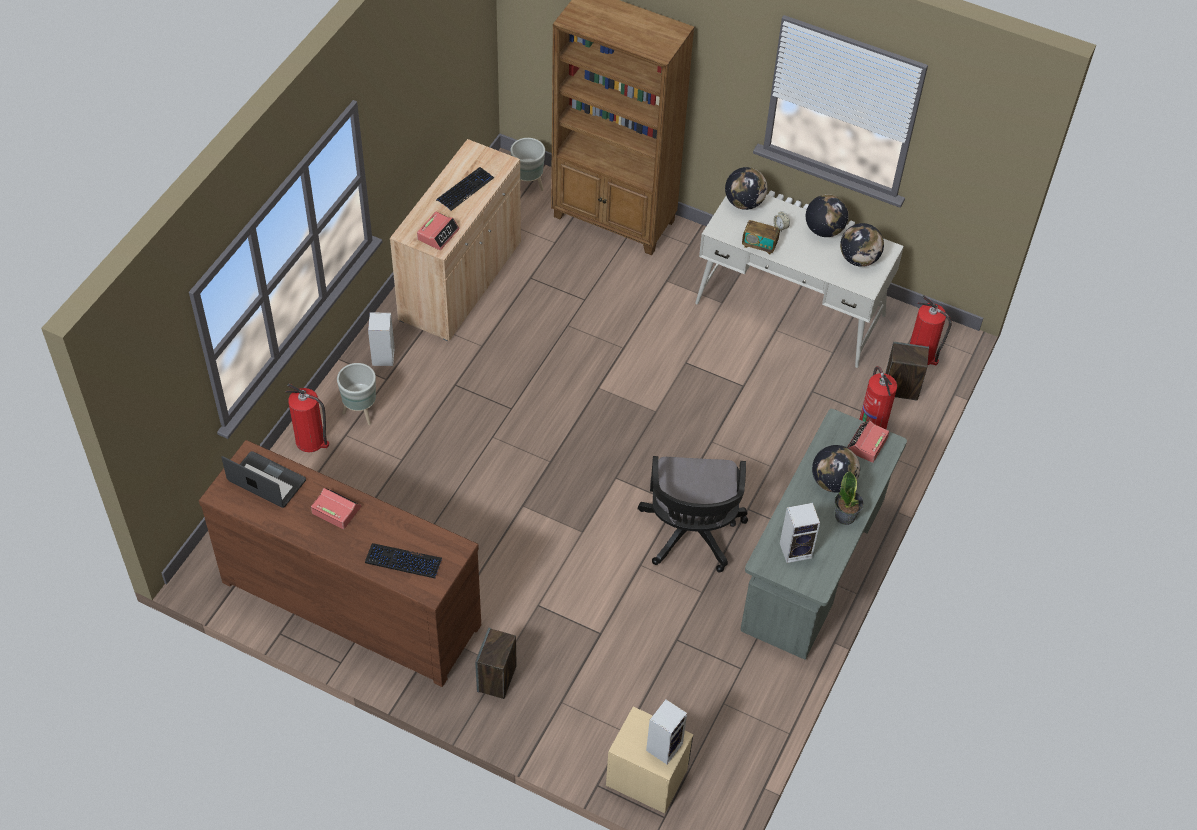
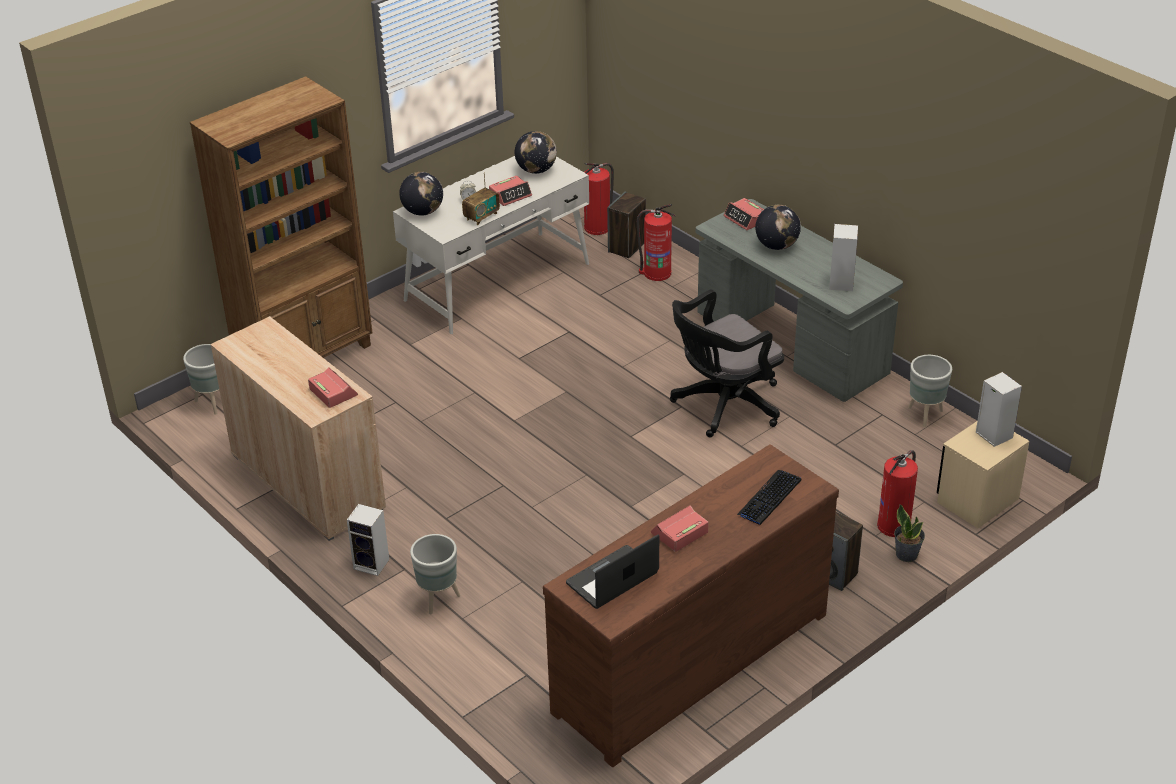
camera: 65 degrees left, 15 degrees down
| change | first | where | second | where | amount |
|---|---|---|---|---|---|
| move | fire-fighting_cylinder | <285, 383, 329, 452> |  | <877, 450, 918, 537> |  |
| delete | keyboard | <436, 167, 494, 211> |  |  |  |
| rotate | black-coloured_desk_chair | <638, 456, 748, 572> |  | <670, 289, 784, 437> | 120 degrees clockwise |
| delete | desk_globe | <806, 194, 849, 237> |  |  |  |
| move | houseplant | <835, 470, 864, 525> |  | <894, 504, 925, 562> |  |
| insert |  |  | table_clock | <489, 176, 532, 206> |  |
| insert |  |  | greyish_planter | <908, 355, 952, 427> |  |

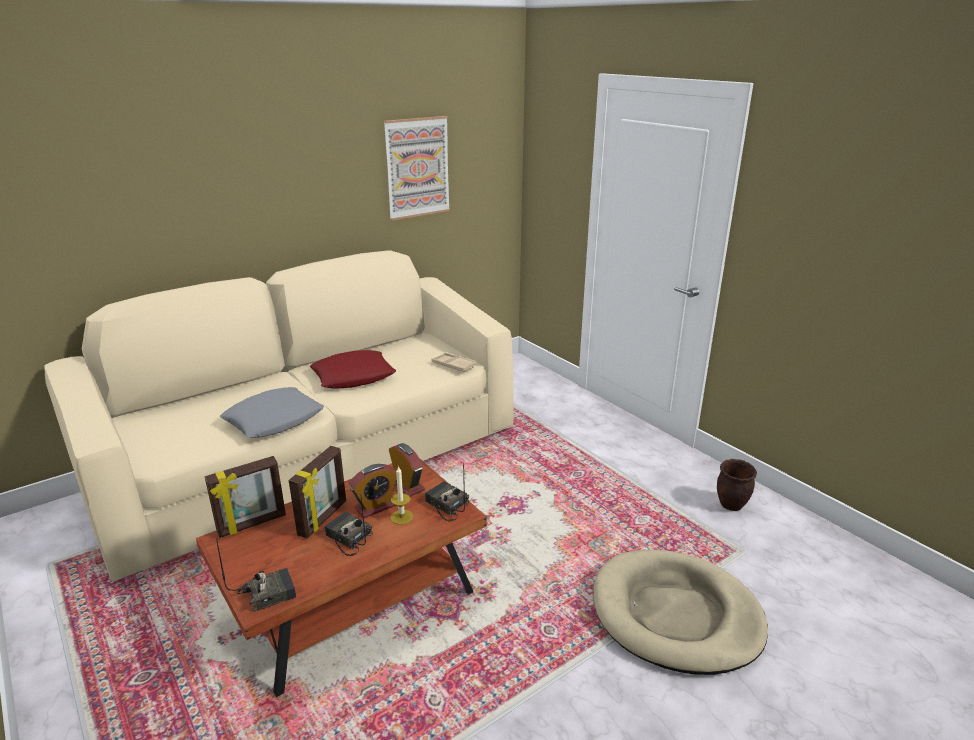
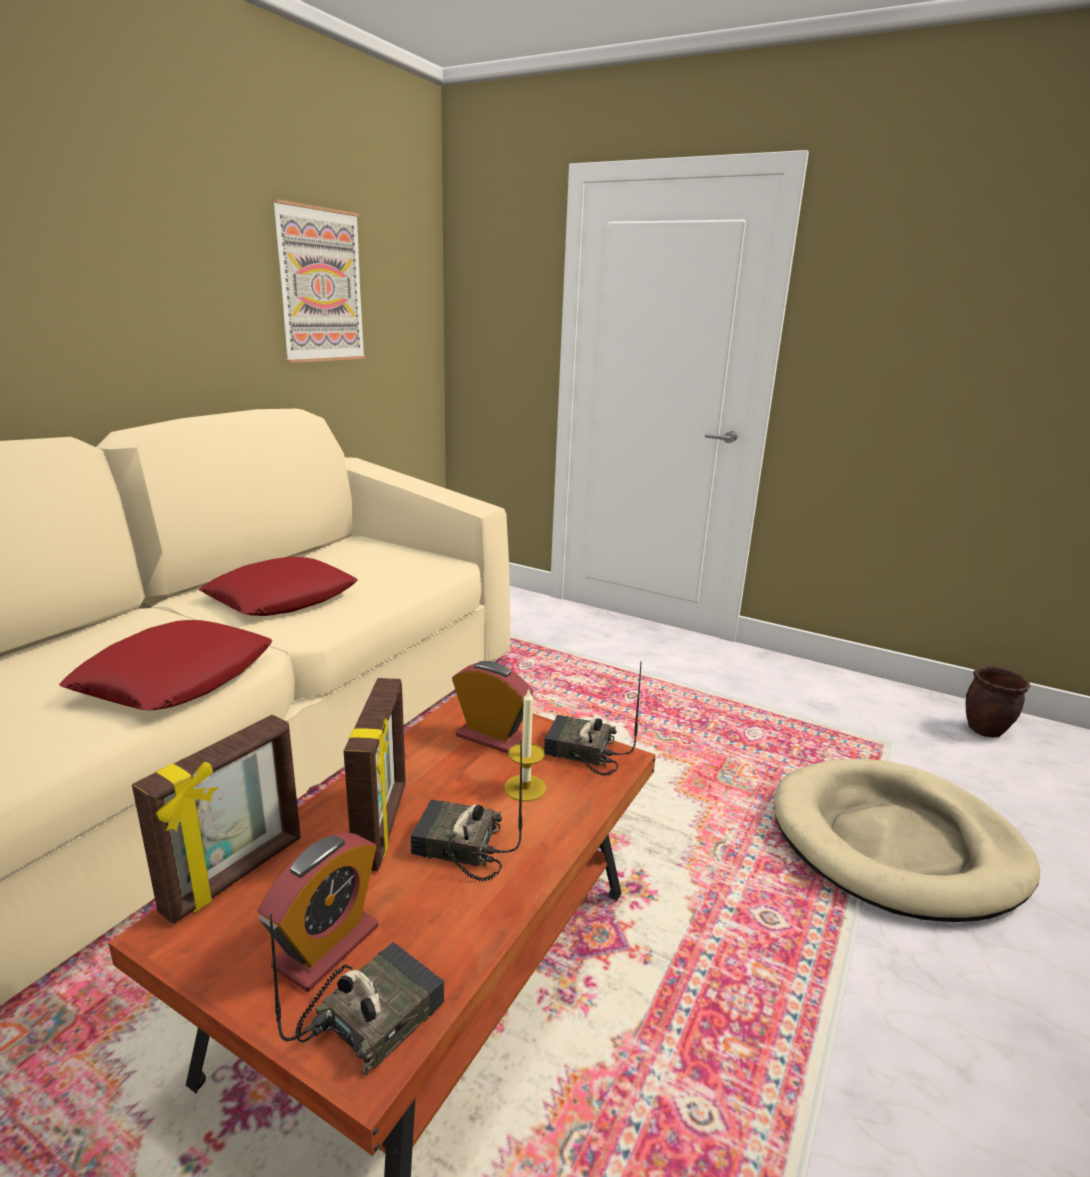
camera: 25 degrees left, 5 degrees down
| change | first | where | second | where | amount |
|---|---|---|---|---|---|
| recolor | greyish_throw_pillow | <220, 387, 324, 438> | red_throw_pillow | <59, 620, 273, 710> |  |
| move | table_clock | <348, 464, 397, 518> |  | <257, 833, 378, 992> |  |
| delete | sand-coloured_carrying_tray | <431, 353, 477, 372> |  |  |  |
| move | brown-coloured_planter | <717, 459, 757, 511> |  | <966, 666, 1030, 737> |  |

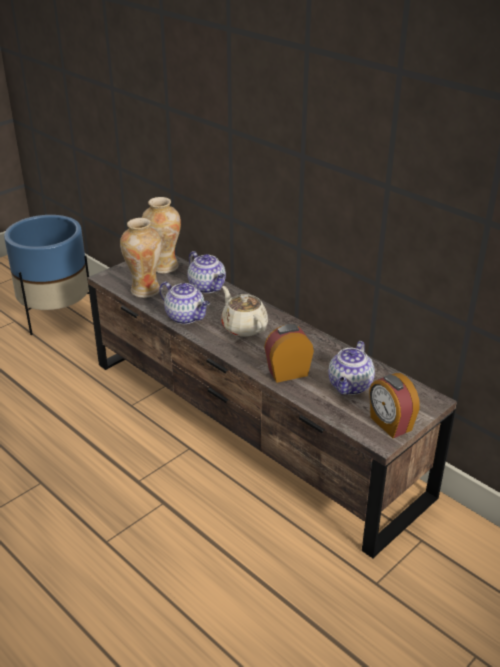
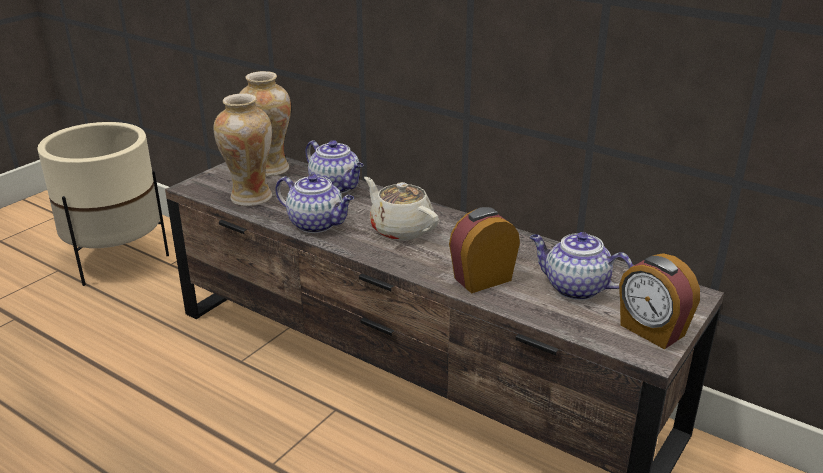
camera: 10 degrees left, 5 degrees down
| change | first | where | second | where | amount |
|---|---|---|---|---|---|
| recolor | blue_planter | <4, 215, 92, 336> | sand-coloured_planter | <37, 122, 169, 286> |  |
| rotate | pot_for_tea | <328, 341, 375, 395> |  | <530, 232, 633, 300> | 105 degrees clockwise |

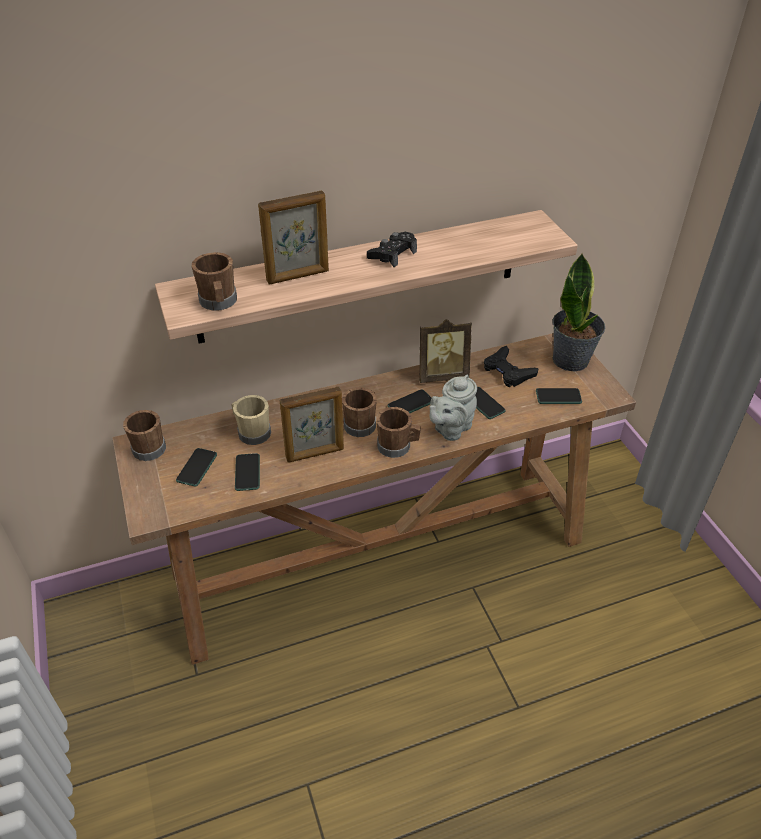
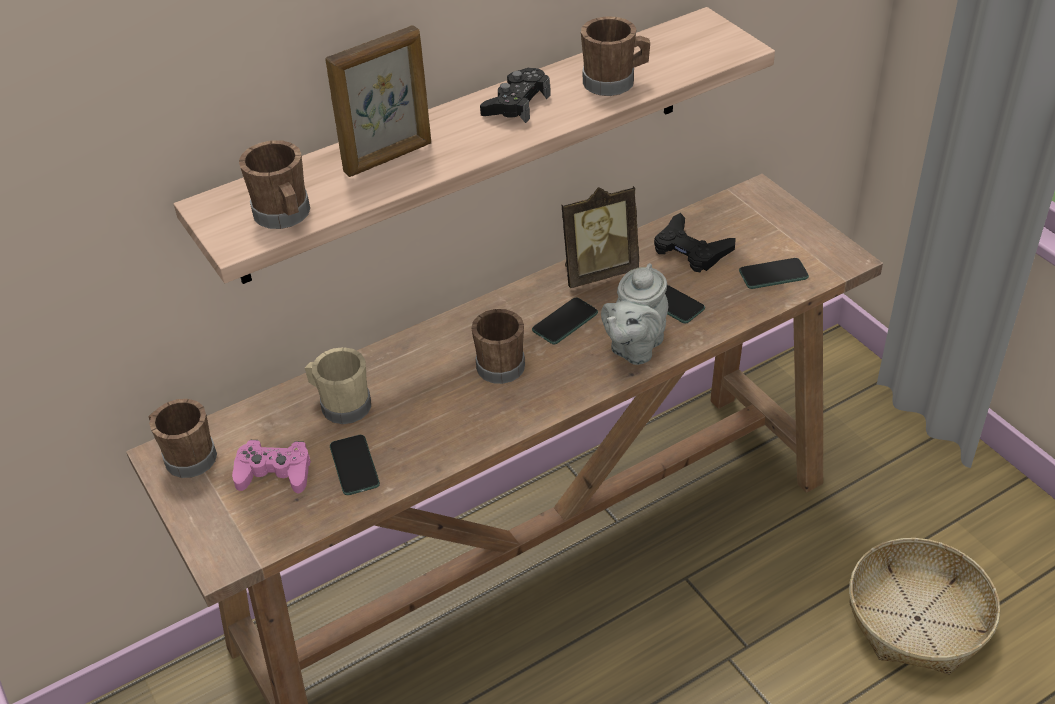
camera: 10 degrees left, 0 degrees up
| change | first | where | second | where | amount |
|---|---|---|---|---|---|
| replace | handset | <176, 448, 217, 486> | pink_joypad | <232, 440, 311, 493> |  |
| delete | standing_frame | <280, 387, 344, 463> |  |  |  |
| move | brown-coloured_coffee_mug | <376, 407, 421, 458> |  | <581, 16, 650, 96> |  |
| delete | houseplant | <552, 254, 605, 371> |  |  |  |
| insert |  |  | household_basket | <849, 538, 1000, 674> |  |

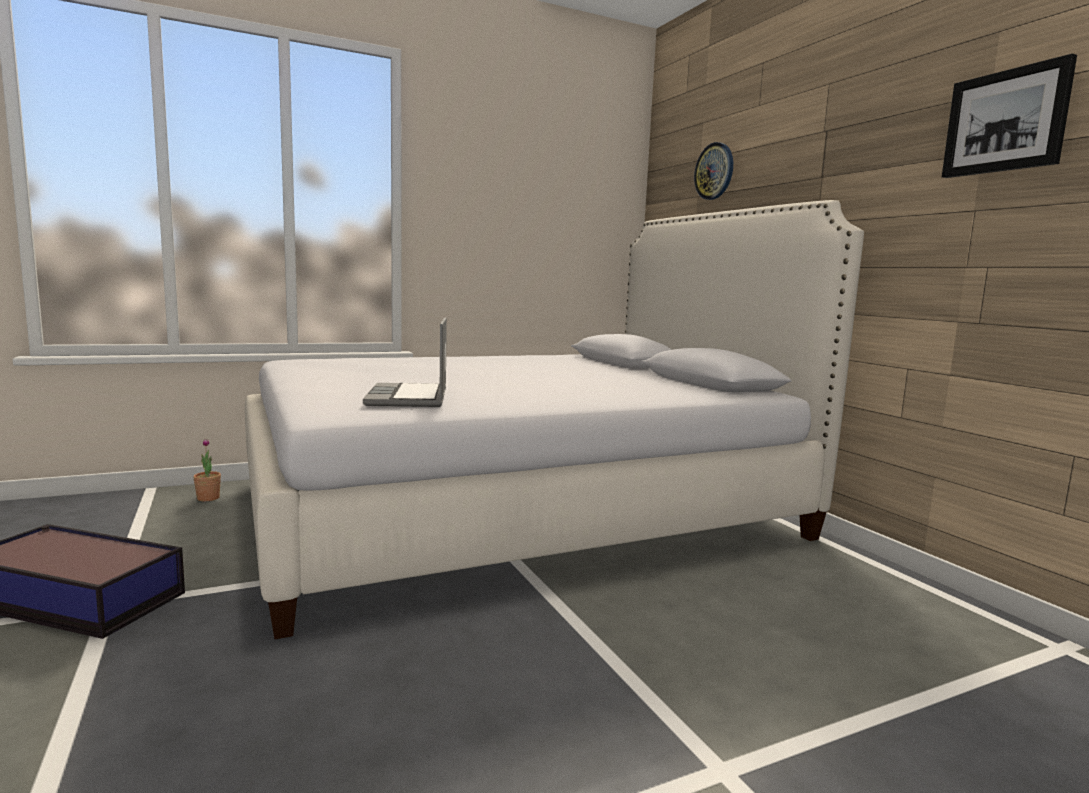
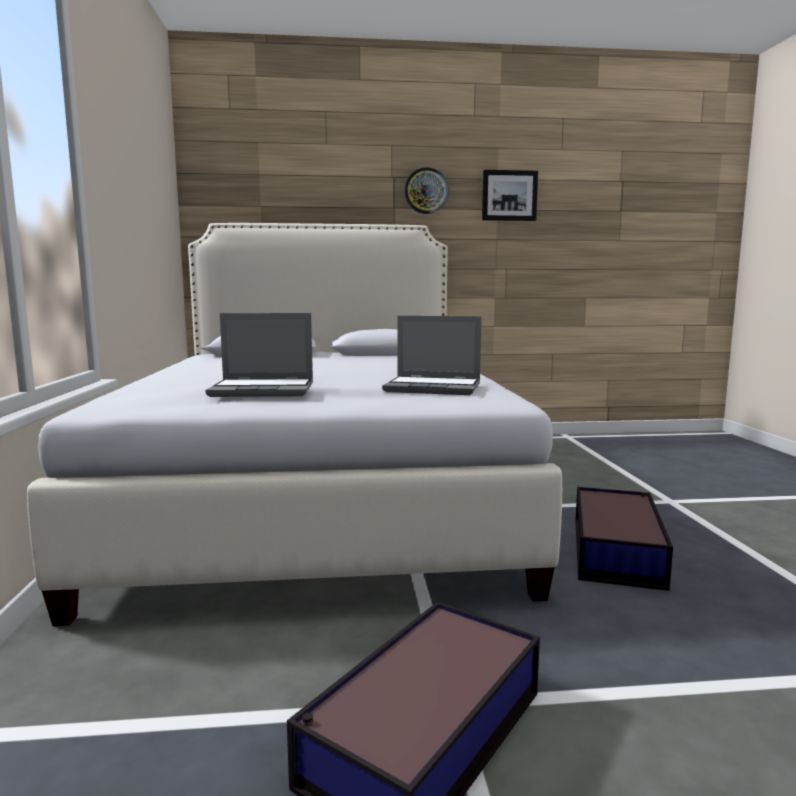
camera: 70 degrees left, 0 degrees up
| change | first | where | second | where | amount |
|---|---|---|---|---|---|
| delete | houseplant | <193, 439, 221, 501> |  |  |  |
| move | wall_clock | <694, 142, 733, 200> |  | <404, 167, 449, 214> |  |
| insert |  |  | notebook_computer | <206, 313, 313, 397> |  |
| insert |  |  | storage_bin | <575, 487, 673, 591> |  |

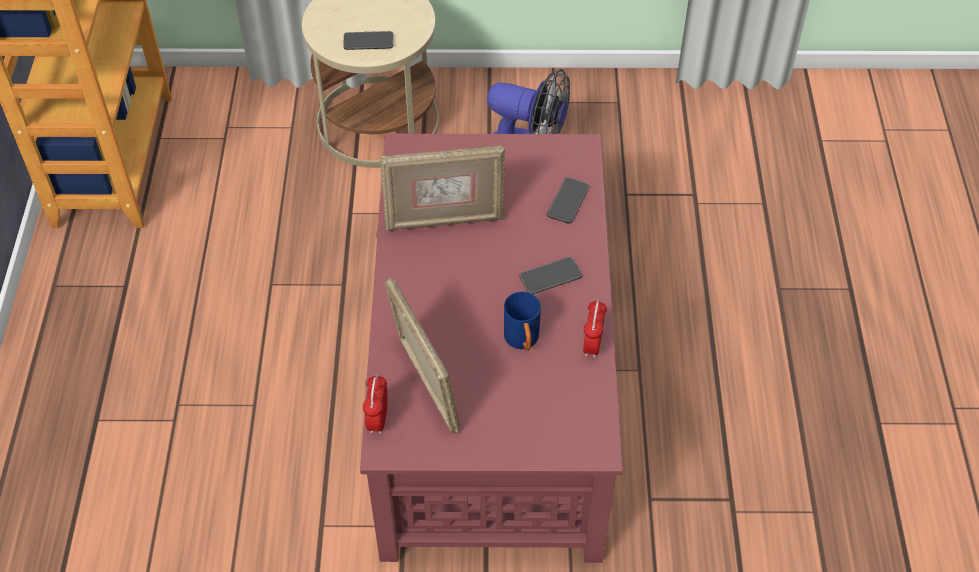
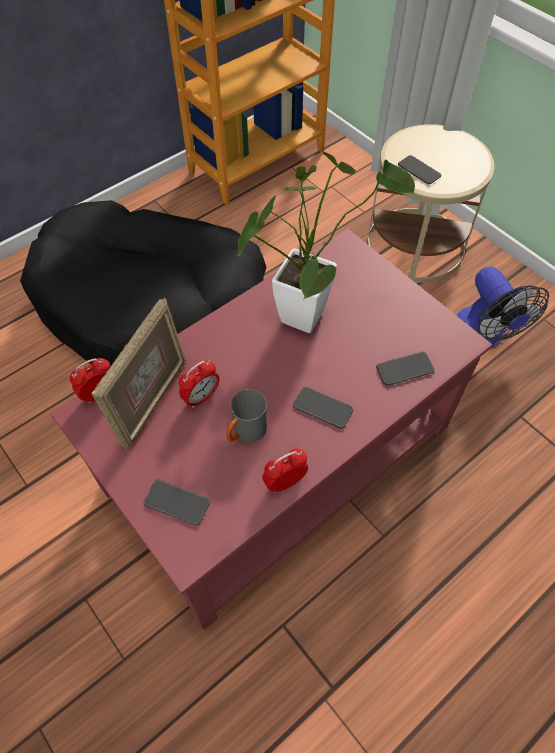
camera: 50 degrees right, 5 degrees up
| change | first | where | second | where | amount |
|---|---|---|---|---|---|
| replace | standing_frame | <380, 145, 505, 231> | houseplant | <237, 152, 415, 333> |  |
| recolor | blue_coffee_mug | <504, 292, 541, 351> | greyish_coffee_mug | <226, 389, 267, 442> |  |
| insert |  |  | black-coloured_dog_cushion | <20, 200, 266, 367> |  |
| insert |  |  | handset | <144, 480, 210, 525> |  |
| insert |  |  | table_clock | <179, 360, 219, 408> |  |

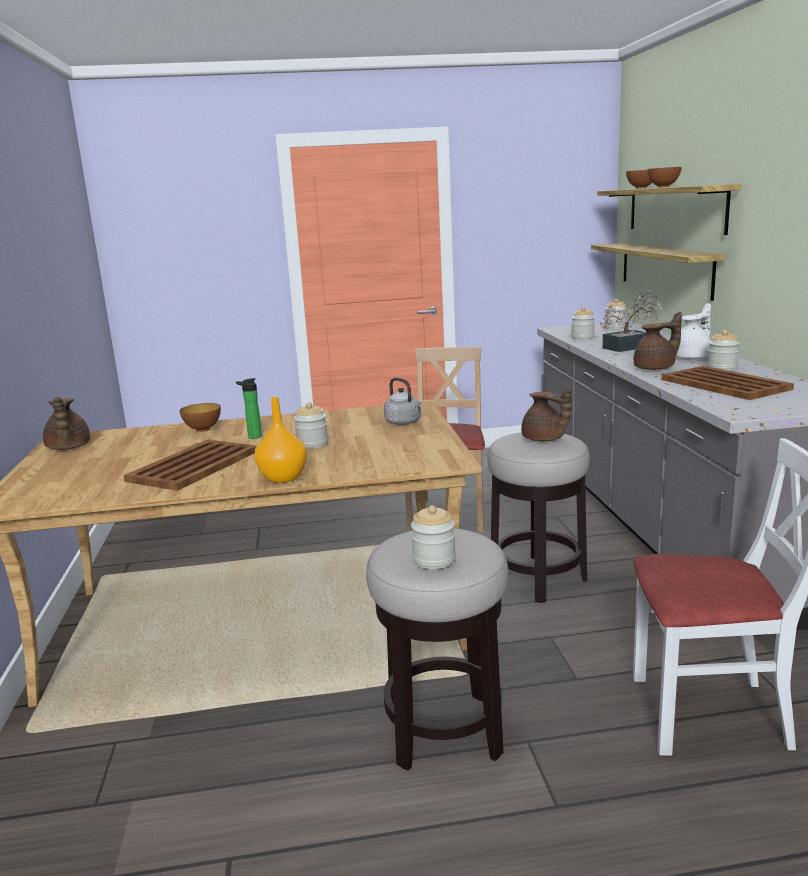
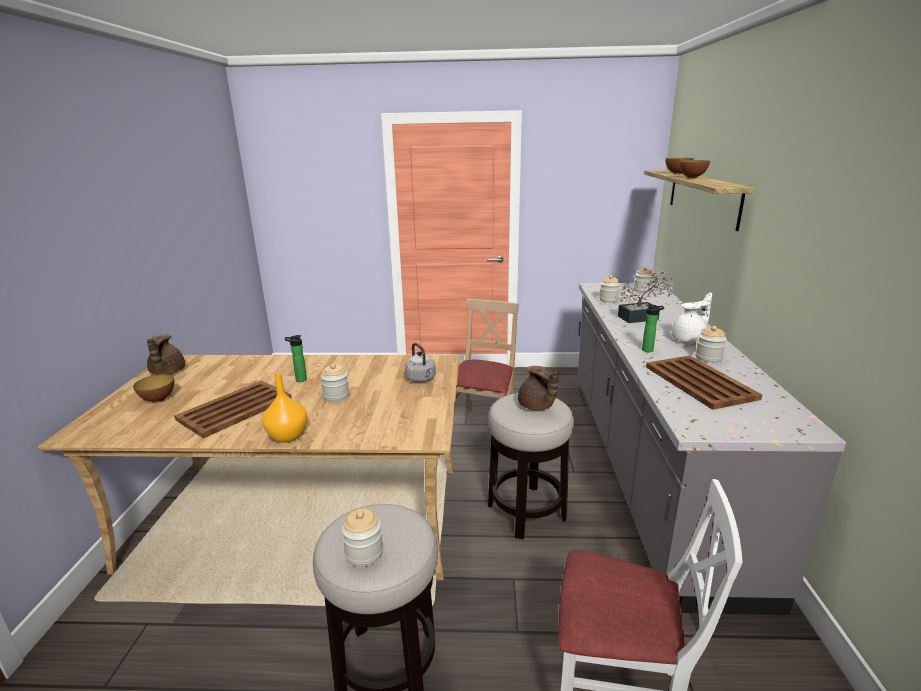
camera: 10 degrees right, 5 degrees up
| change | first | where | second | where | amount |
|---|---|---|---|---|---|
| move | serving_bowl | <180, 403, 221, 432> |  | <133, 374, 174, 403> |  |
| delete | wall_shelf | <591, 243, 726, 301> |  |  |  |
| replace | brown-coloured_pot_for_tea | <634, 312, 682, 370> | drink_bottle | <642, 305, 664, 352> |  |

